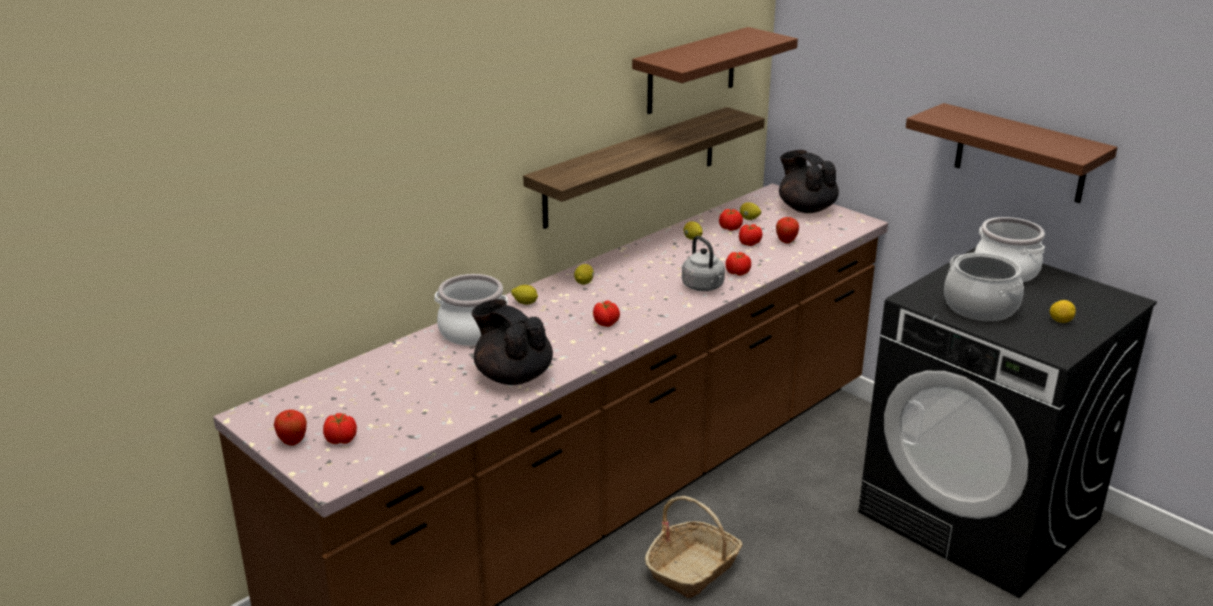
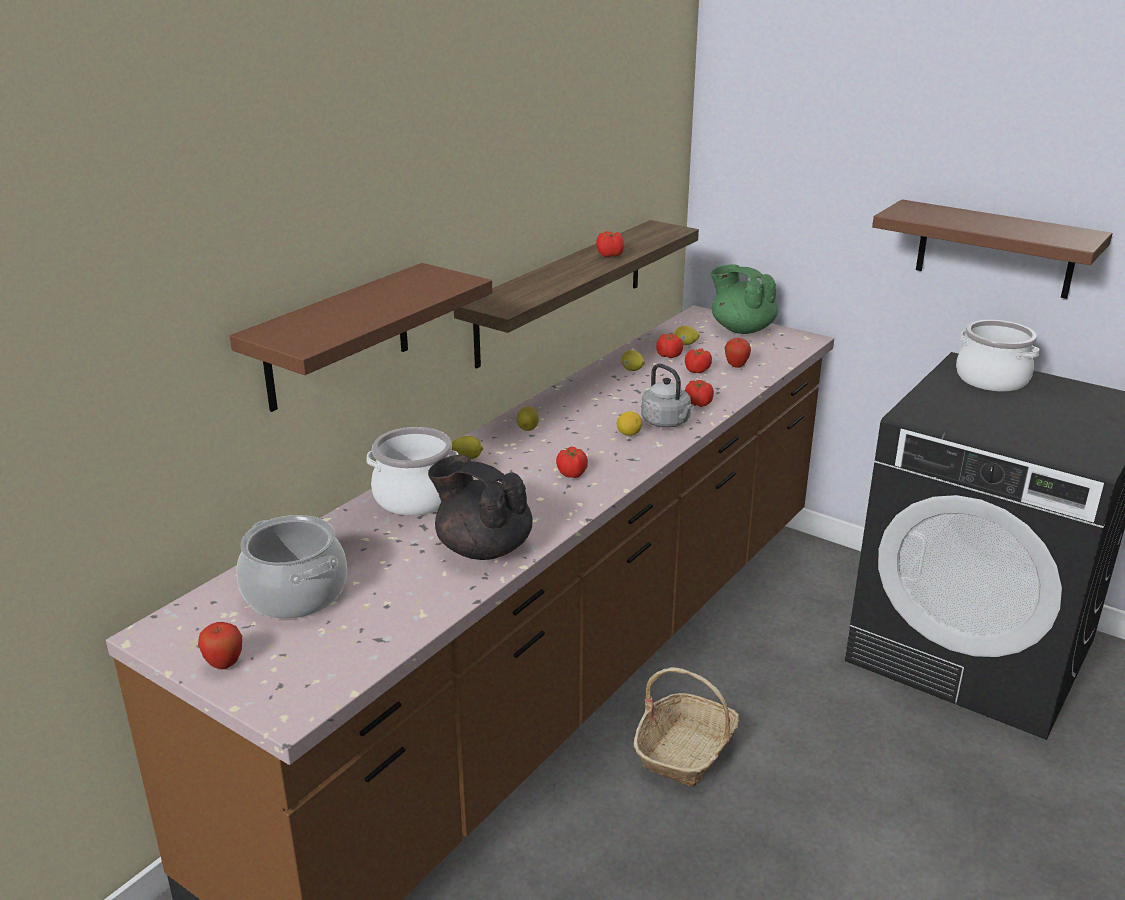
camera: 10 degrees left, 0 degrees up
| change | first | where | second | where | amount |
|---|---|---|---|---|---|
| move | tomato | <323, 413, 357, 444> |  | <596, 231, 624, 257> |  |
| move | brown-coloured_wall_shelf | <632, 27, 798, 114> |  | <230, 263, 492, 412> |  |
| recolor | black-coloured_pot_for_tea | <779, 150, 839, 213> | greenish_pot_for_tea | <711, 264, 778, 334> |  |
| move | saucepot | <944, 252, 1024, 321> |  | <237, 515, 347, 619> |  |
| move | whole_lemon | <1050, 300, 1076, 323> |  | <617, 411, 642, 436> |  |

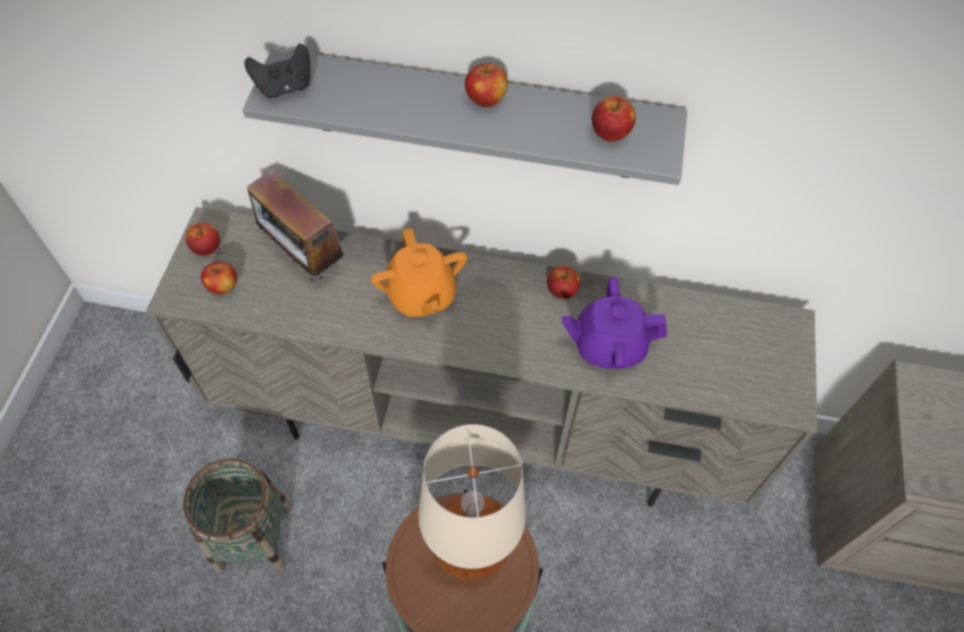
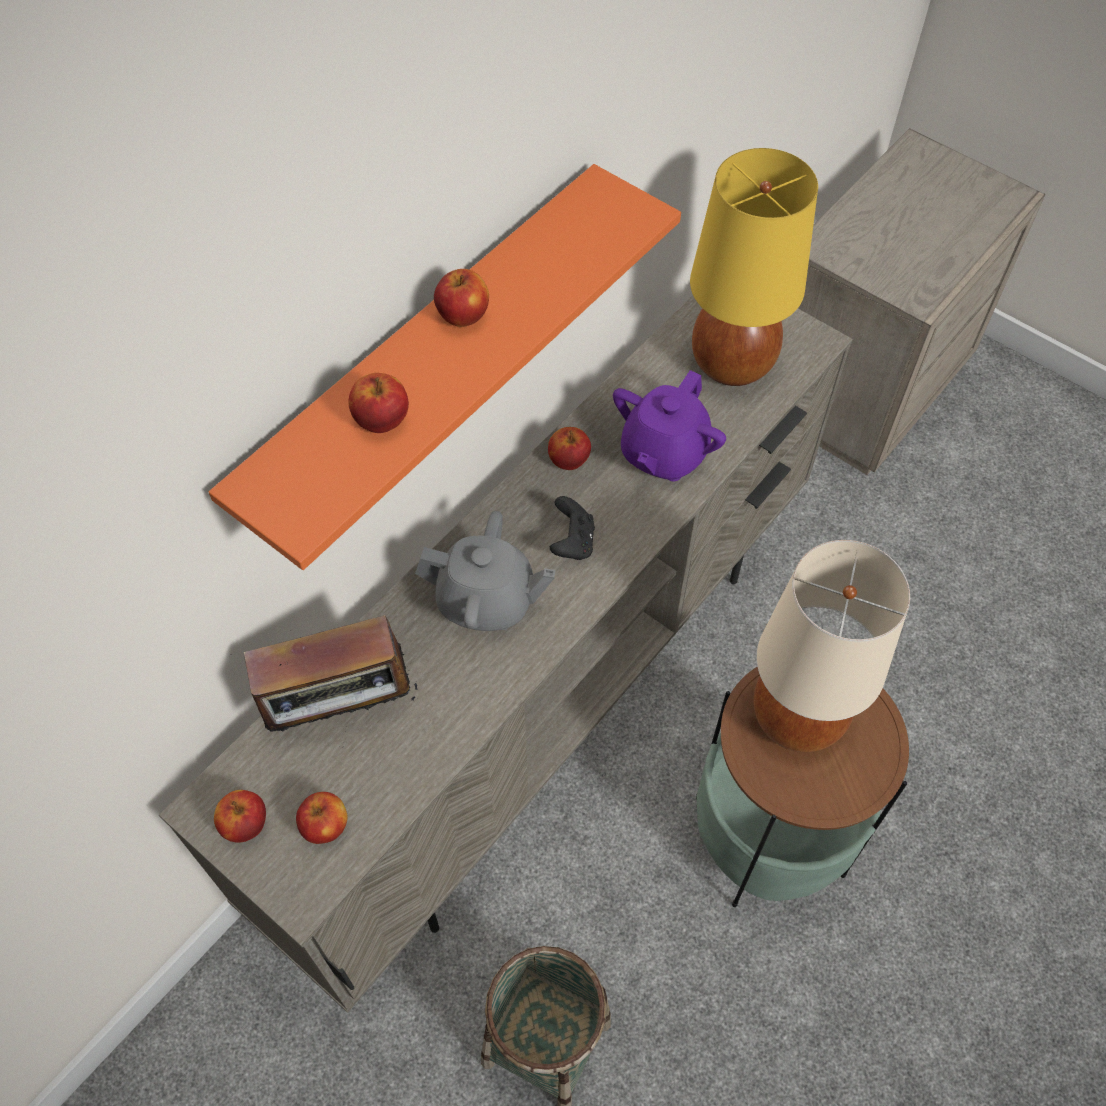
camera: 60 degrees left, 0 degrees up
| change | first | where | second | where | amount |
|---|---|---|---|---|---|
| recolor | greyish_wall_shelf | <243, 48, 687, 185> | orangey_wall_shelf | <209, 164, 681, 570> |  |
| move | black-coloured_joypad | <244, 44, 310, 98> |  | <550, 496, 595, 560> |  |
| recolor | orangey_pot_for_tea | <371, 228, 467, 317> | greyish_pot_for_tea | <415, 511, 556, 631> |  |
| move | apple_fruit | <592, 95, 636, 142> |  | <348, 373, 409, 433> |  |
| insert |  |  | yellow_lamp_for_a_table | <690, 148, 818, 386> |  |

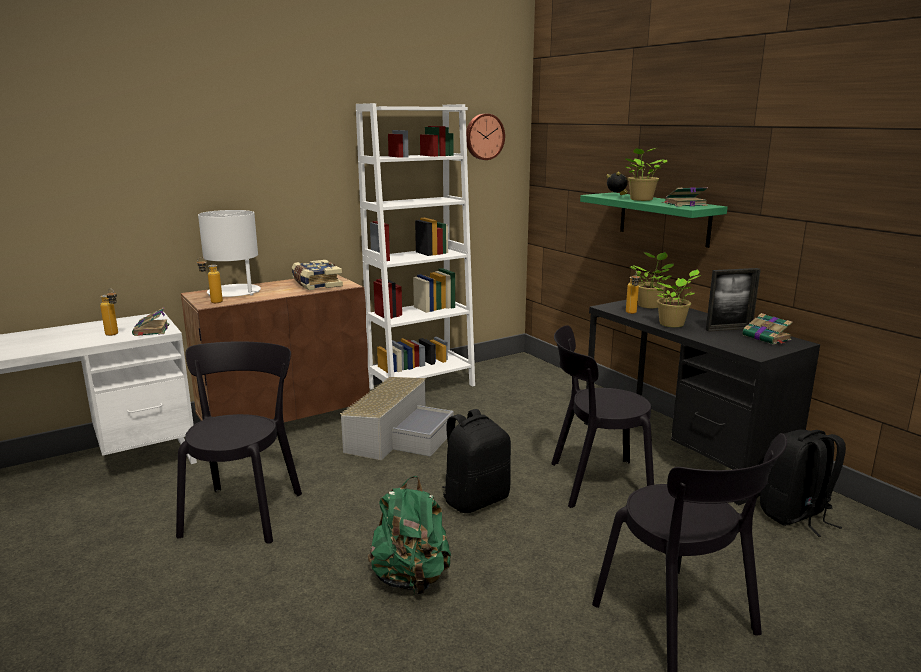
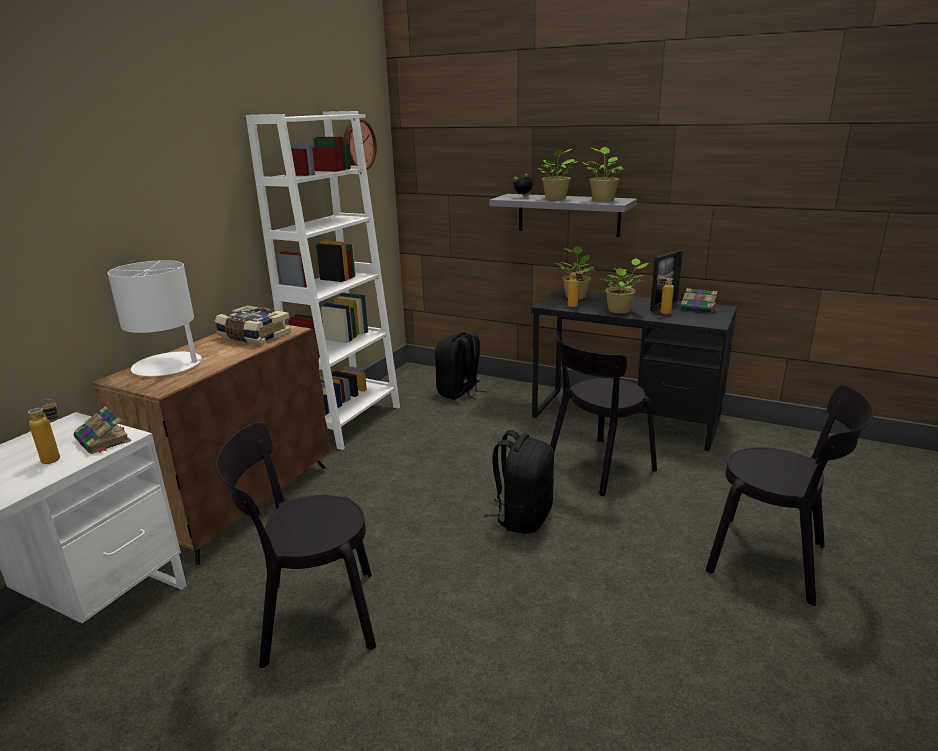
camera: 30 degrees left, 5 degrees up
| change | first | where | second | where | amount |
|---|---|---|---|---|---|
| rotate | black-coloured_plain_chair | <176, 341, 302, 544> |  | <216, 422, 376, 668> | 75 degrees counterclockwise |
| move | drink_bottle | <197, 257, 223, 303> |  | <658, 273, 674, 315> |  |
| delete | greyish_storage_bin | <340, 377, 454, 460> |  |  |  |
| delete | greenish_backpack | <368, 476, 451, 595> |  |  |  |
| recolor | greenish_wall_shelf | <580, 192, 728, 248> | greyish_wall_shelf | <489, 194, 637, 237> |  |
| replace | bound_book | <663, 187, 708, 207> | houseplant | <584, 147, 622, 202> |  |
| move | black-coloured_backpack | <760, 430, 846, 537> |  | <435, 332, 487, 400> |  |

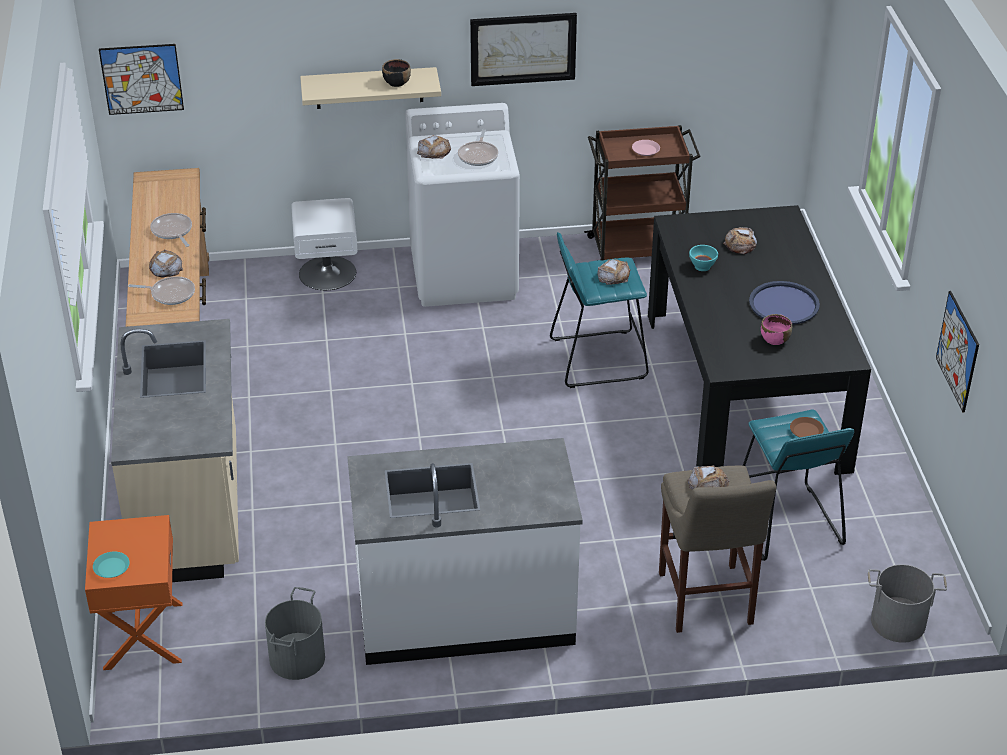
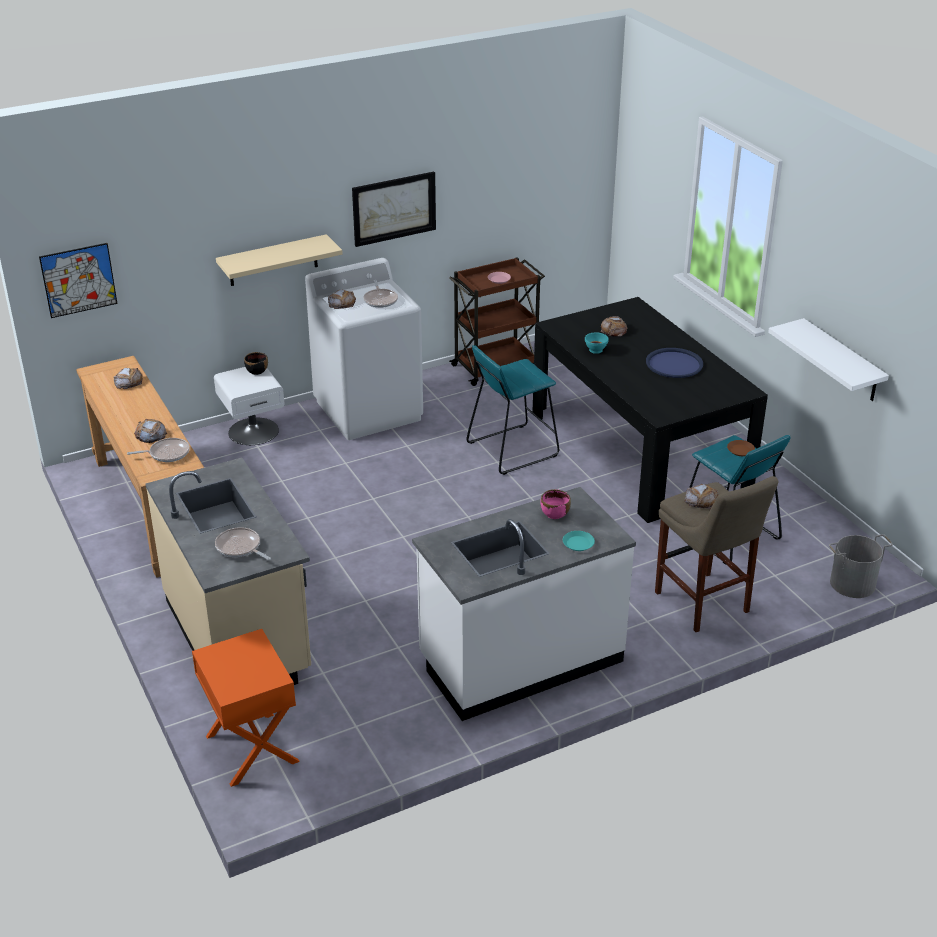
camera: 20 degrees left, 5 degrees down
| change | first | where | second | where | amount |
|---|---|---|---|---|---|
| move | turquoise-coloured_dinner_plate | <93, 551, 130, 578> |  | <563, 531, 595, 551> |  |
| move | pan | <150, 213, 192, 247> |  | <215, 527, 271, 560> |  |
| delete | greyish_bucket | <265, 587, 325, 680> |  |  |  |
| move | black-coloured_serving_bowl | <382, 59, 411, 87> |  | <244, 352, 268, 375> |  |
| move | baked_bread | <597, 259, 630, 285> |  | <114, 368, 143, 389> |  |
| move | pink_serving_bowl | <761, 314, 792, 345> |  | <540, 489, 571, 519> |  |
| replace | wall_art | <936, 291, 979, 413> | white_wall_shelf | <768, 318, 889, 401> |  |

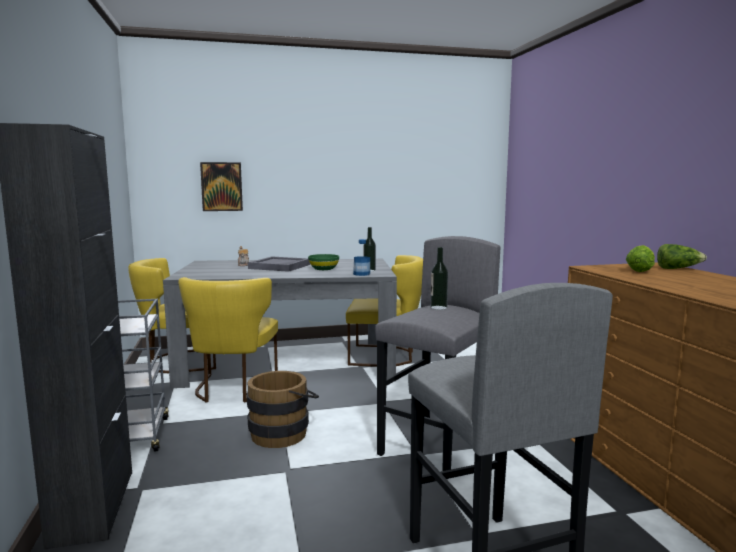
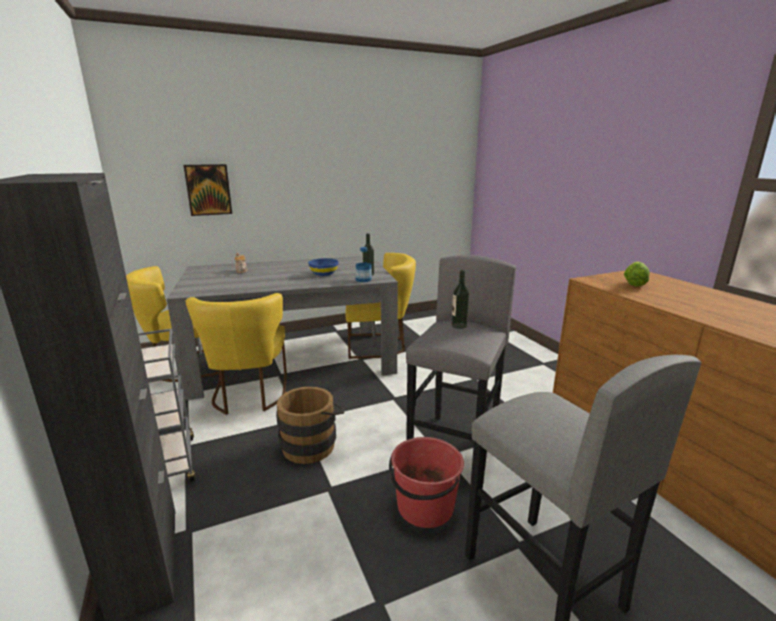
camera: 10 degrees left, 10 degrees up
| change | first | where | second | where | amount |
|---|---|---|---|---|---|
| delete | greyish_carrying_tray | <248, 256, 310, 272> |  |  |  |
| recolor | greenish_serving_bowl | <308, 254, 339, 270> | blue_serving_bowl | <308, 258, 338, 276> |  |
| delete | lettuce | <657, 244, 707, 269> |  |  |  |
| insert |  |  | red_bucket | <389, 437, 464, 528> |  |

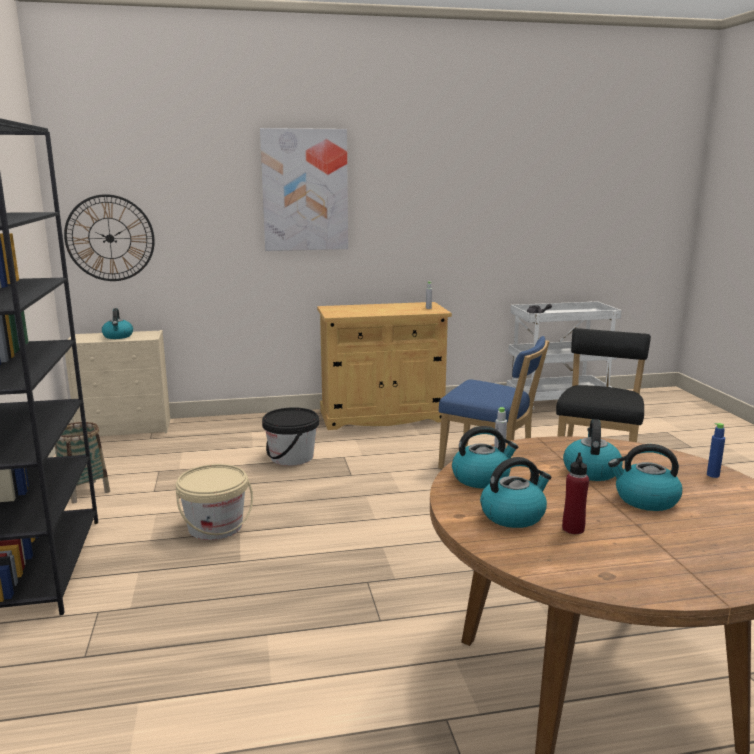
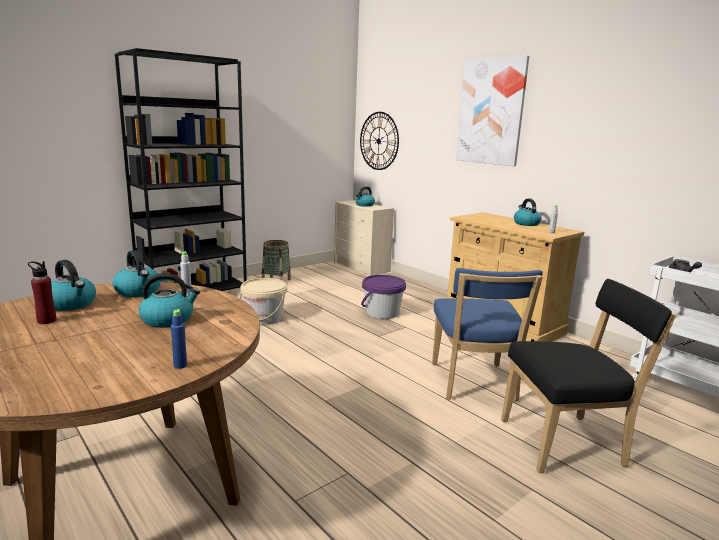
camera: 60 degrees right, 0 degrees up
| change | first | where | second | where | amount |
|---|---|---|---|---|---|
| recolor | black-coloured_bucket | <262, 407, 319, 466> | purple-coloured_bucket | <361, 275, 406, 319> |  |
| move | tea_kettle | <608, 444, 682, 511> |  | <514, 199, 542, 226> |  |

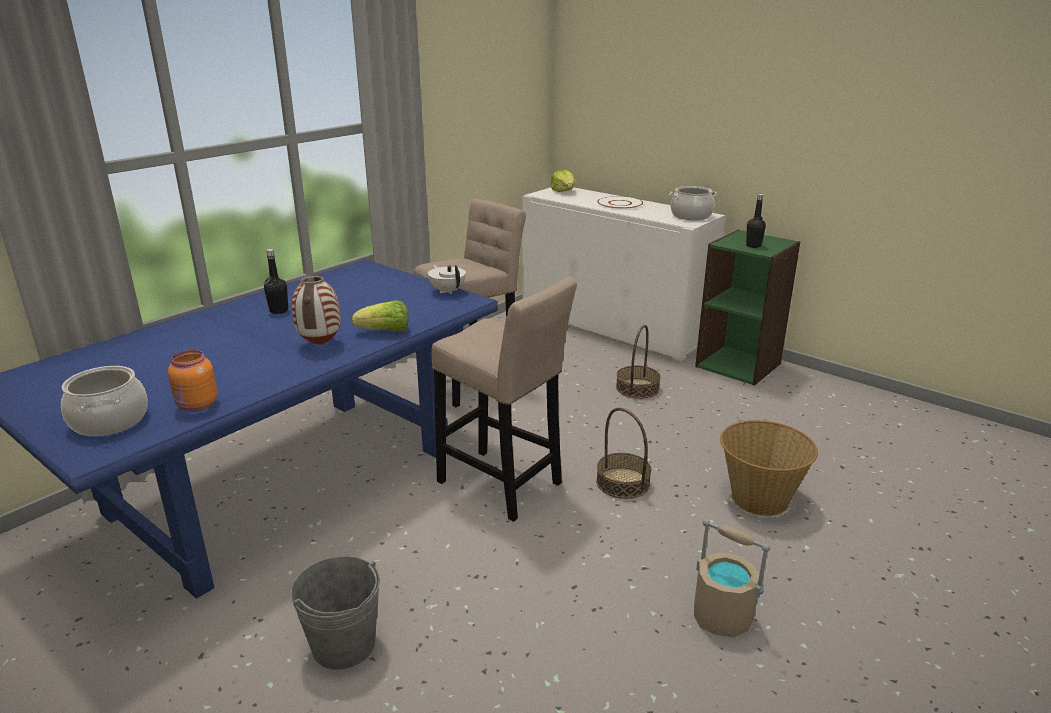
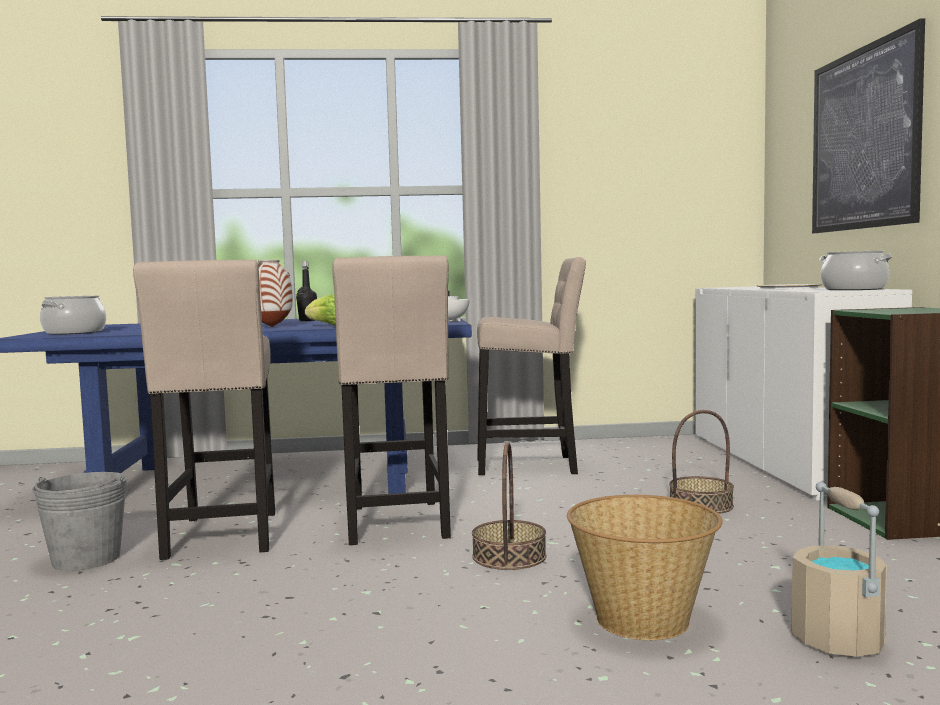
camera: 45 degrees right, 20 degrees down
| change | first | where | second | where | amount |
|---|---|---|---|---|---|
| delete | orangey_jar | <168, 350, 217, 412> |  |  |  |
| delete | lettuce | <550, 170, 575, 192> |  |  |  |
| move | sand-coloured_bucket | <694, 519, 770, 637> |  | <792, 482, 887, 657> |  |
| delete | black-coloured_drink_bottle | <746, 194, 766, 248> |  |  |  |
| insert |  |  | sand-coloured_stool_seat | <133, 260, 275, 560> |  |
| insert |  |  | wall_art | <812, 18, 925, 233> |  |

